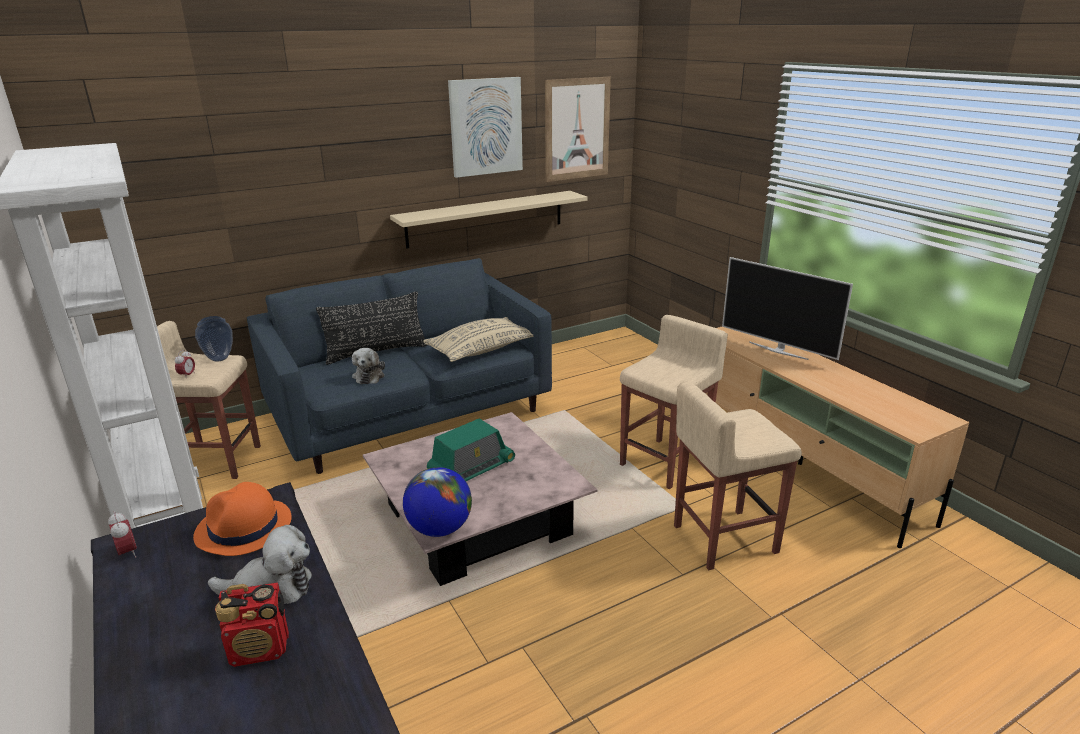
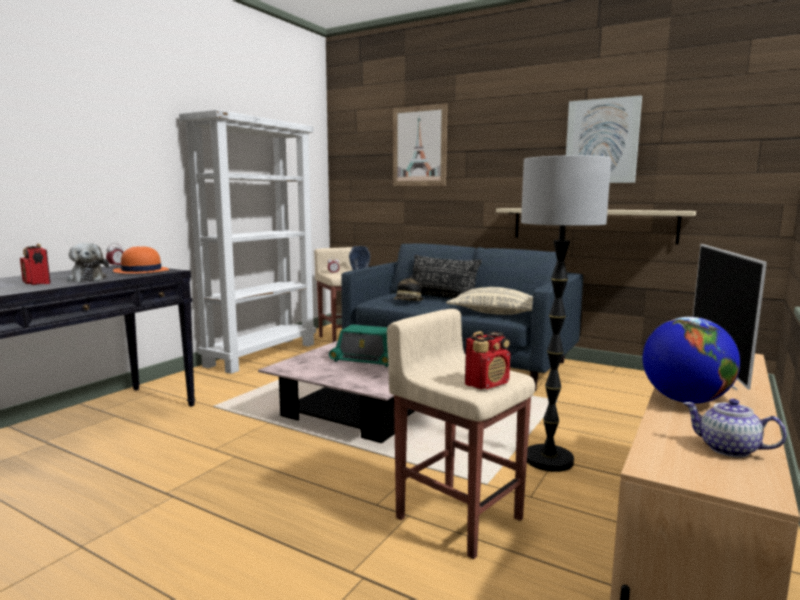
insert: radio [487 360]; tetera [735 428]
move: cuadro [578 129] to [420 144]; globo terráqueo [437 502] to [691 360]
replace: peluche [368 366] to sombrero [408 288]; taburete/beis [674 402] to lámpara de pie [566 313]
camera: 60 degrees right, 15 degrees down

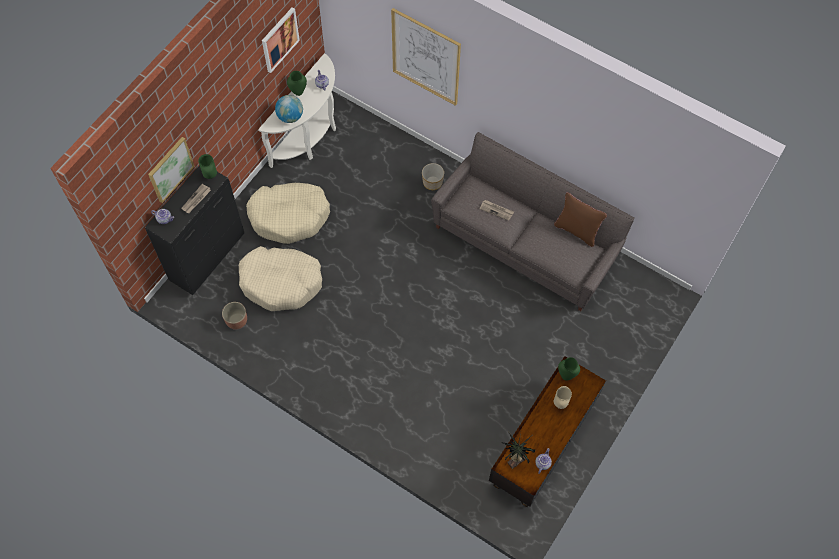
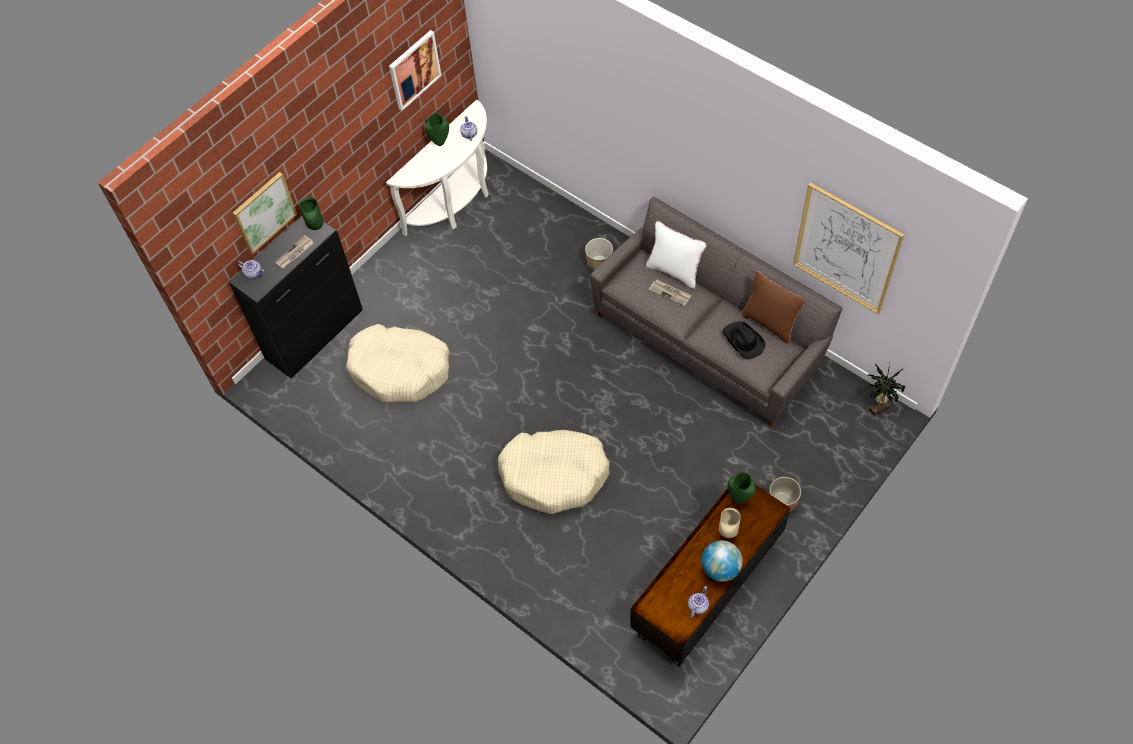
insert: cojín/blanco [676 255]; sombrero/negro [743 341]
move: cama para perro/beis [288 213] to [554 472]; globo terráqueo [289 109] to [722 561]; maceta [234 316] to [785 494]; cuadro [426 57] to [848 248]; planta en maceta [519 450] to [886 390]
camera: 10 degrees right, 5 degrees down

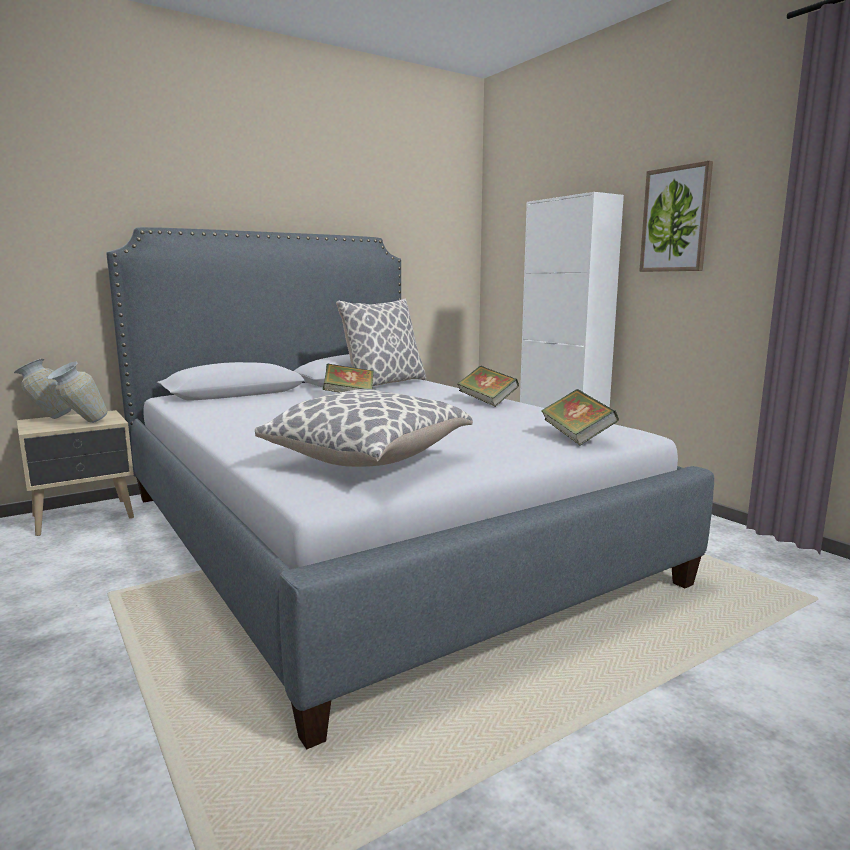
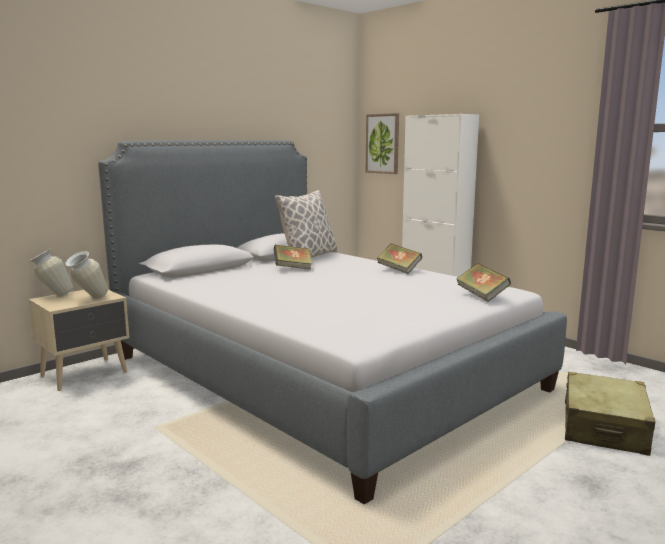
delete: cojín [364 428]
insert: maleta/beis [610 414]
move: cuadro [676 216] to [382 143]
camera: 10 degrees left, 0 degrees up

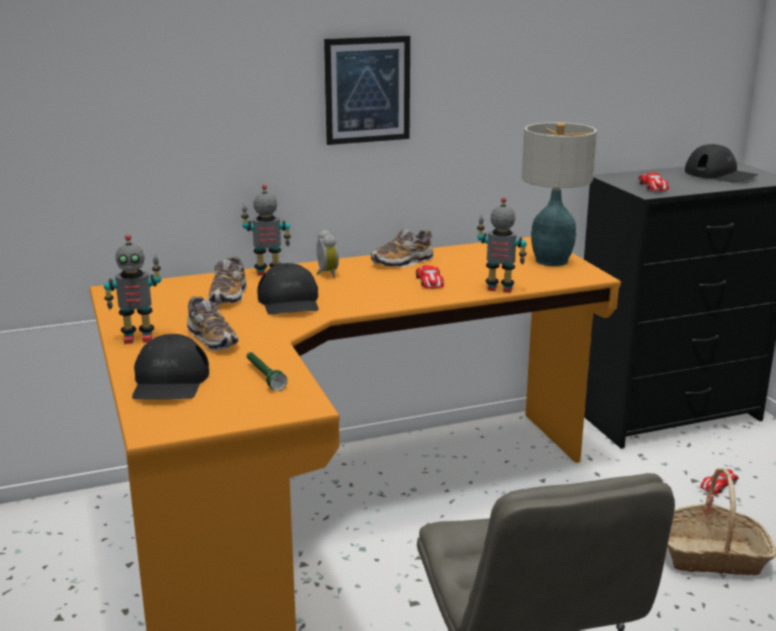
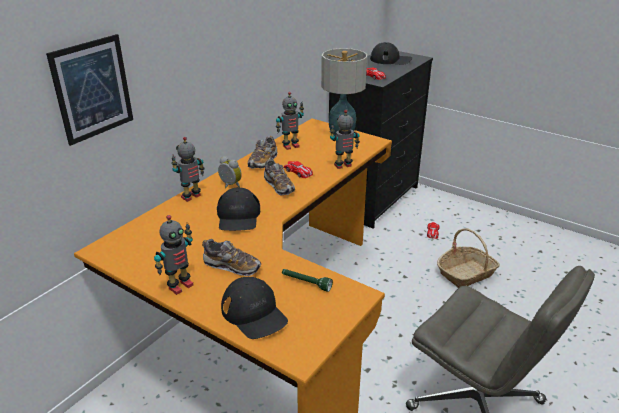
insert: robot de juguete [290 121]
move: cuadro [367 90] to [89 90]; zapato [228 280] to [279 177]
rotate: gorra/negro [288 289] = [238 209] 45 degrees clockwise
camera: 35 degrees left, 10 degrees up

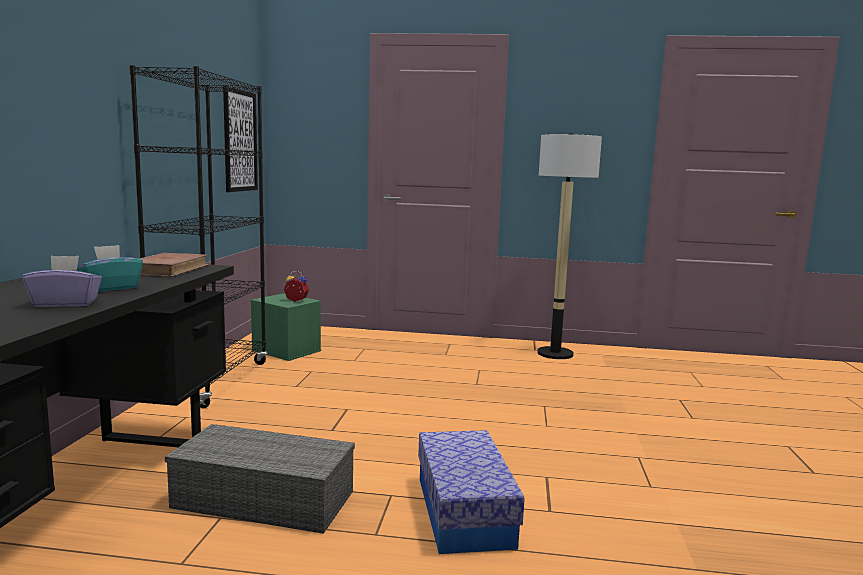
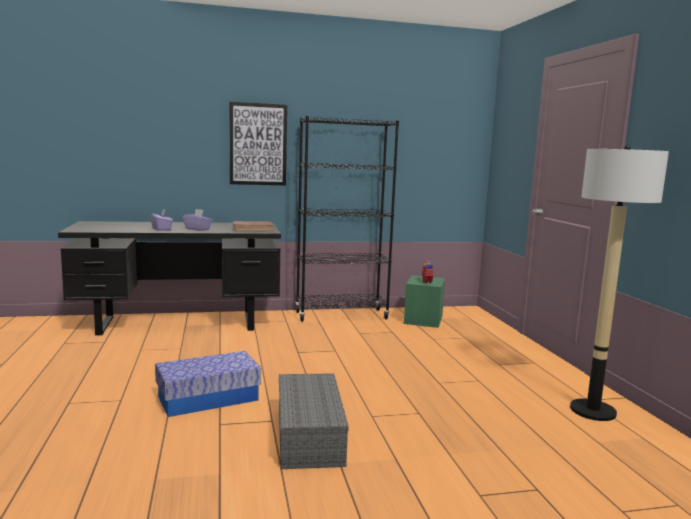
move: cuadro [240 139] to [258 144]; caja de almacenaje/gris [260 479] to [314 421]
recolor: caja de pañuelos/turquesa [110 268] to caja de pañuelos/morado [197 220]
camera: 70 degrees right, 0 degrees up

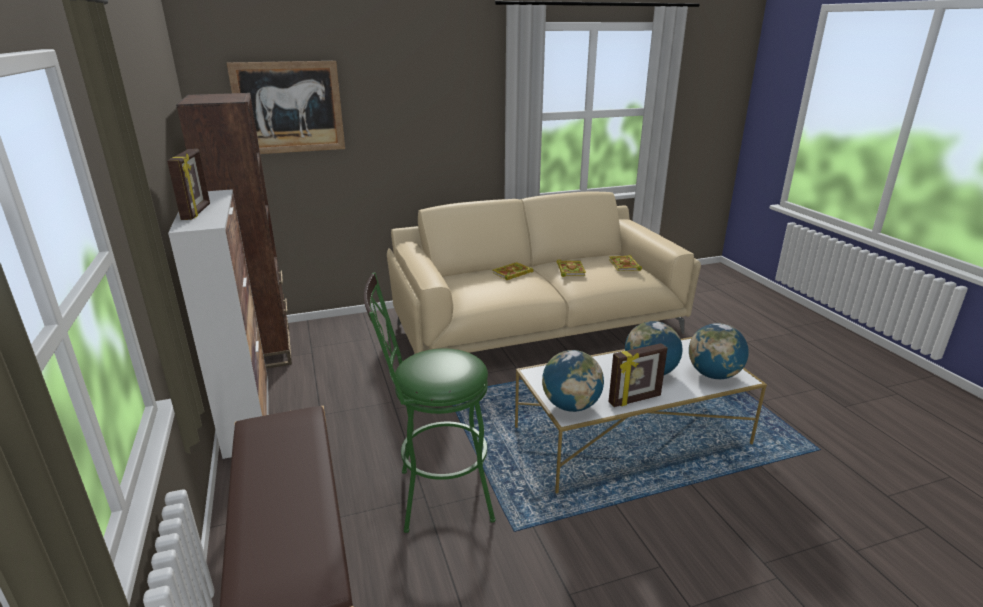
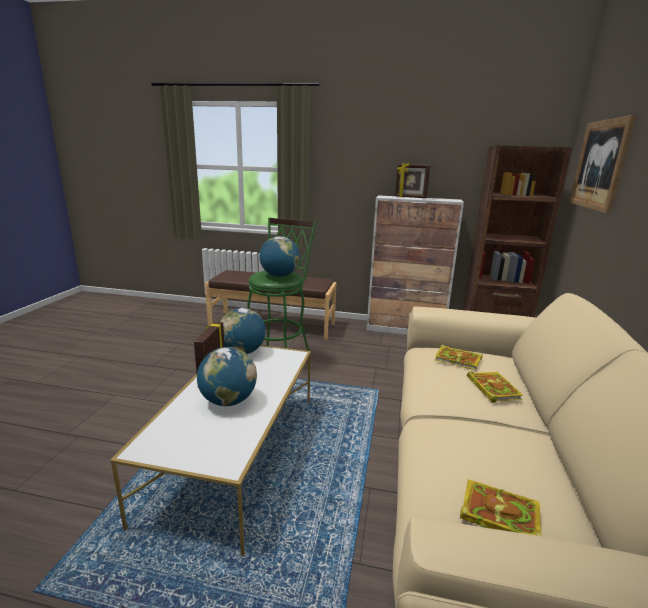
move: globo terráqueo [719 351] to [279 256]; libro [571 268] to [459 357]
camera: 120 degrees right, 5 degrees down

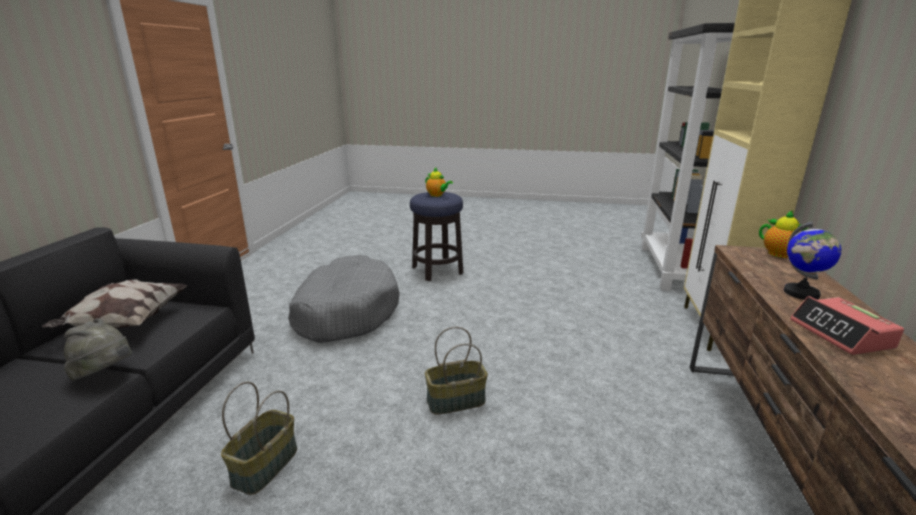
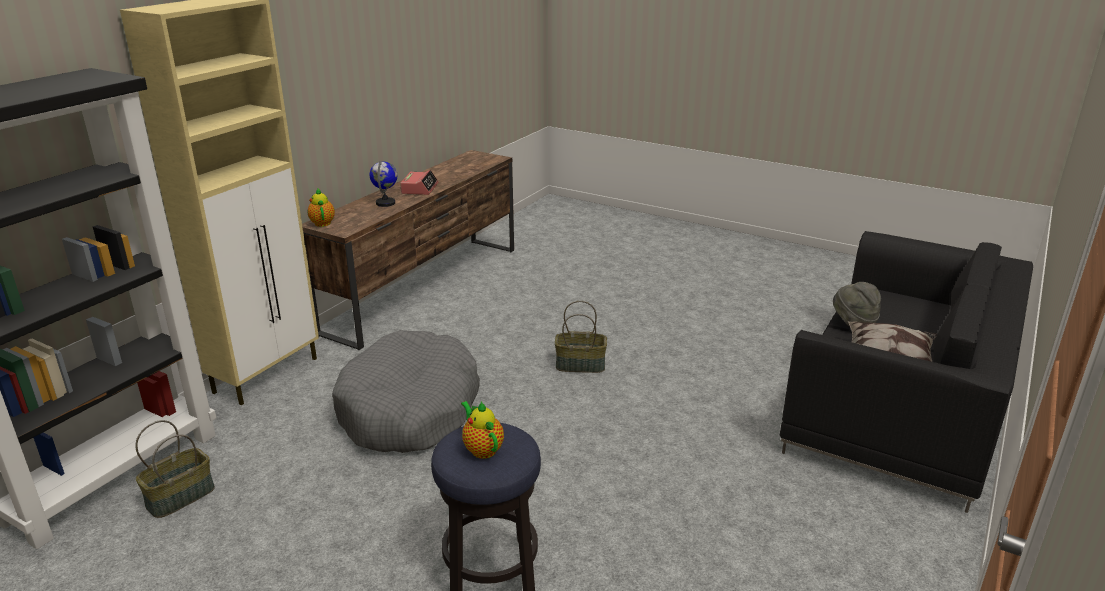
move: cesta [259 438] to [175 469]; cama para perro/gris [344 299] to [406 391]
camera: 160 degrees left, 5 degrees up

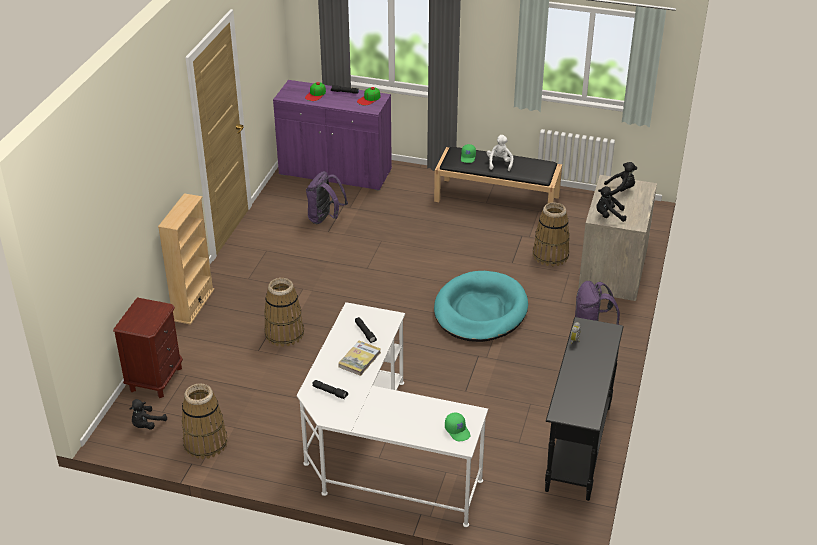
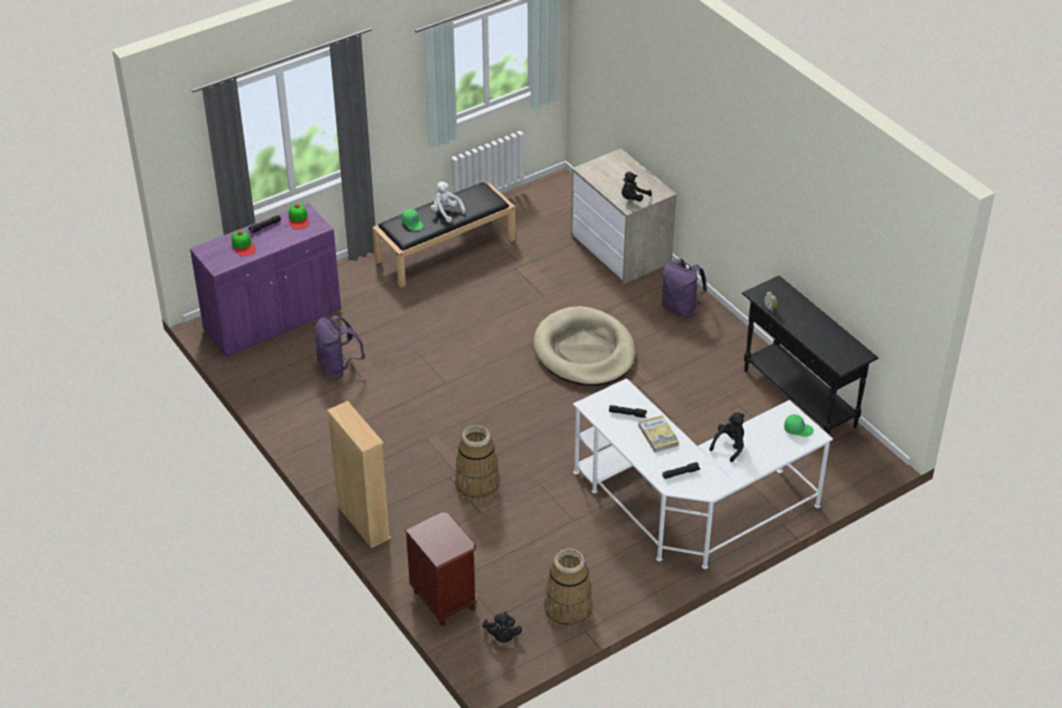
delete: cesta [551 234]
move: peluche/negro [620 179] to [727 437]
recolor: cama para perro/turquesa [481 306] to cama para perro/beis [584 346]
camera: 50 degrees left, 5 degrees up

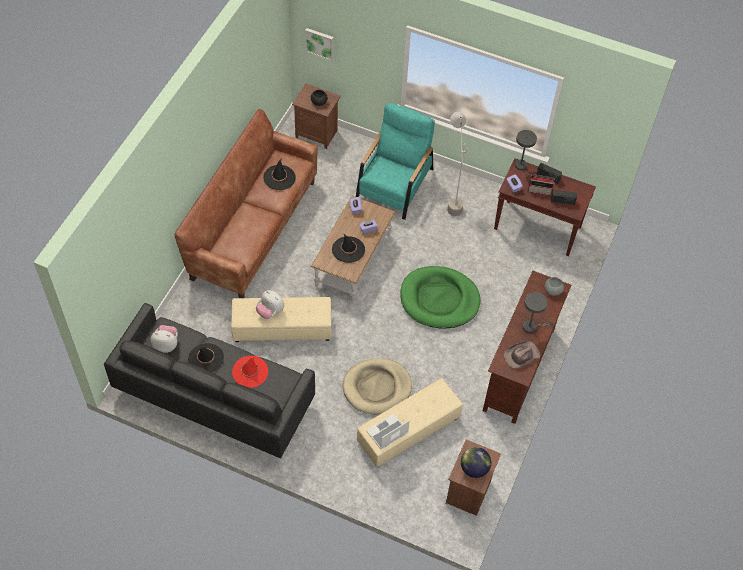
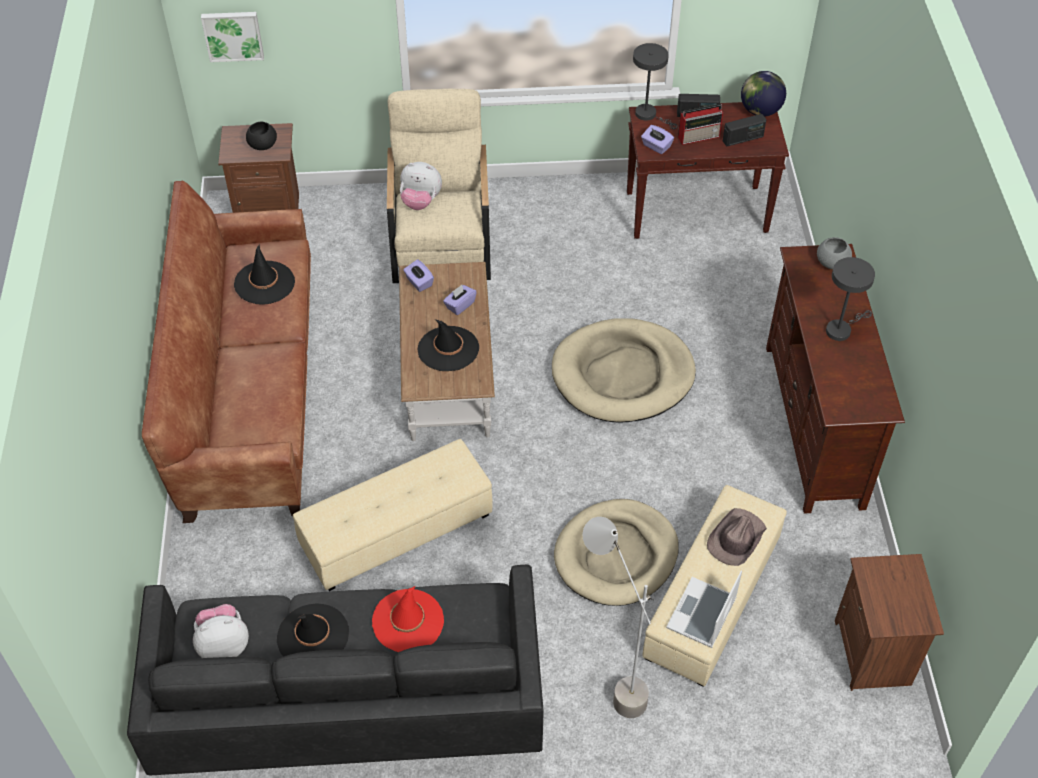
move: peluche [270 304] to [421 186]; lámpara de pie/gris [457 164] to [618 617]; sombrero/marrón [522 355] to [737 537]; globo terráqueo [476 462] to [763 94]
recolor: sillón/turquesa [395 161] to sillón/beis [439 186]; cama para perro/verde [440 297] to cama para perro/beis [624 370]
camera: 25 degrees left, 5 degrees down

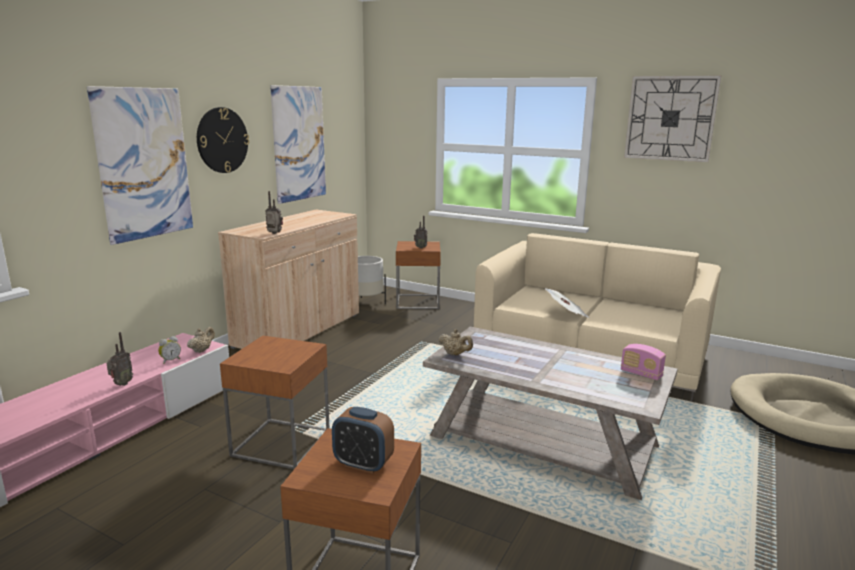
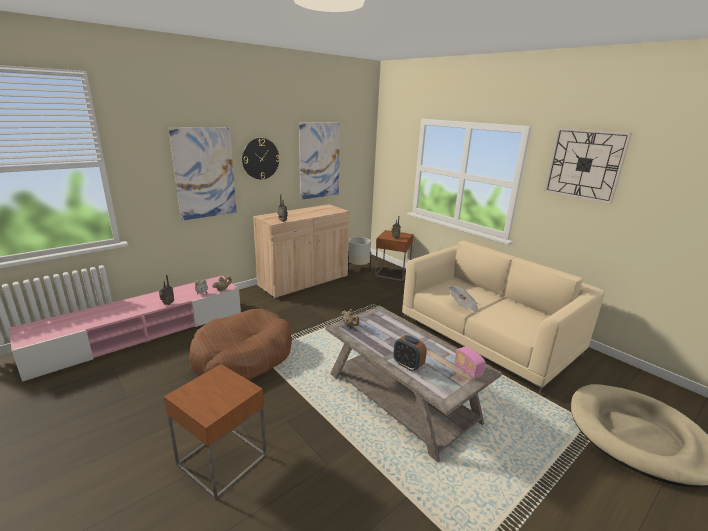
move: despertador [363 440] to [410 353]
replace: mesa auxiliar/marrón [275 402] to cama para perro/marrón [240 344]
camera: 20 degrees right, 5 degrees up

